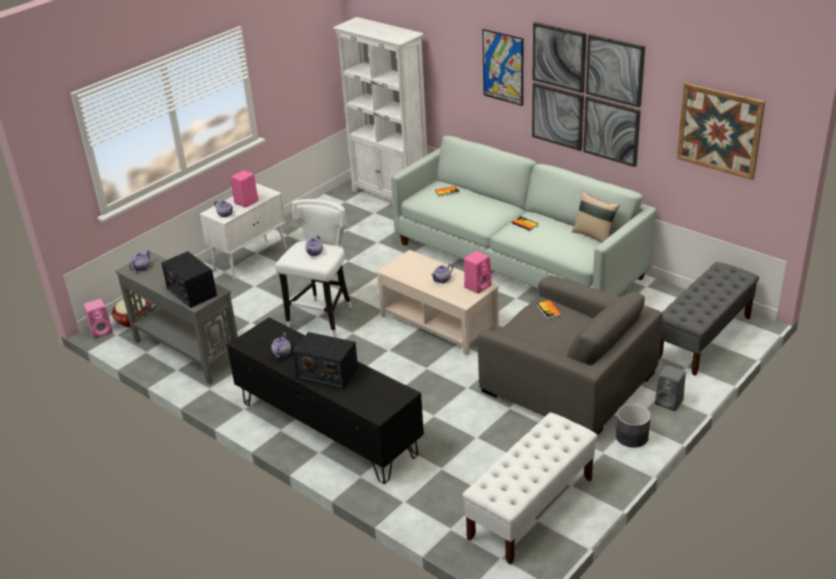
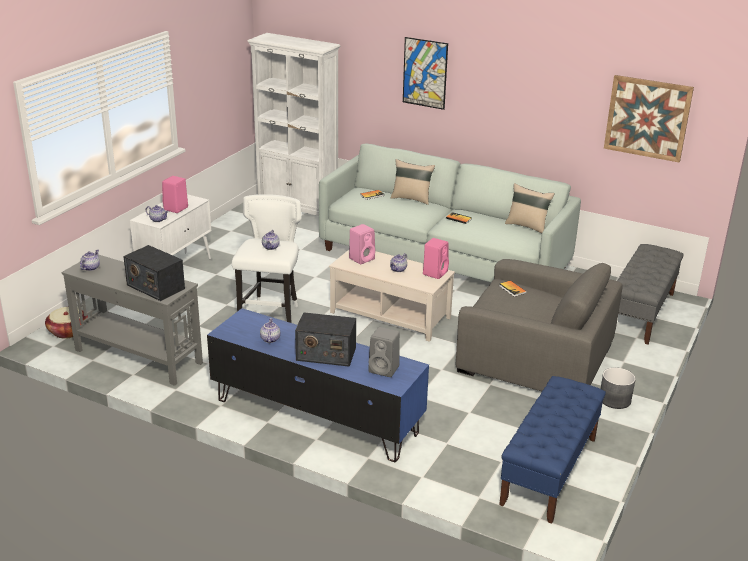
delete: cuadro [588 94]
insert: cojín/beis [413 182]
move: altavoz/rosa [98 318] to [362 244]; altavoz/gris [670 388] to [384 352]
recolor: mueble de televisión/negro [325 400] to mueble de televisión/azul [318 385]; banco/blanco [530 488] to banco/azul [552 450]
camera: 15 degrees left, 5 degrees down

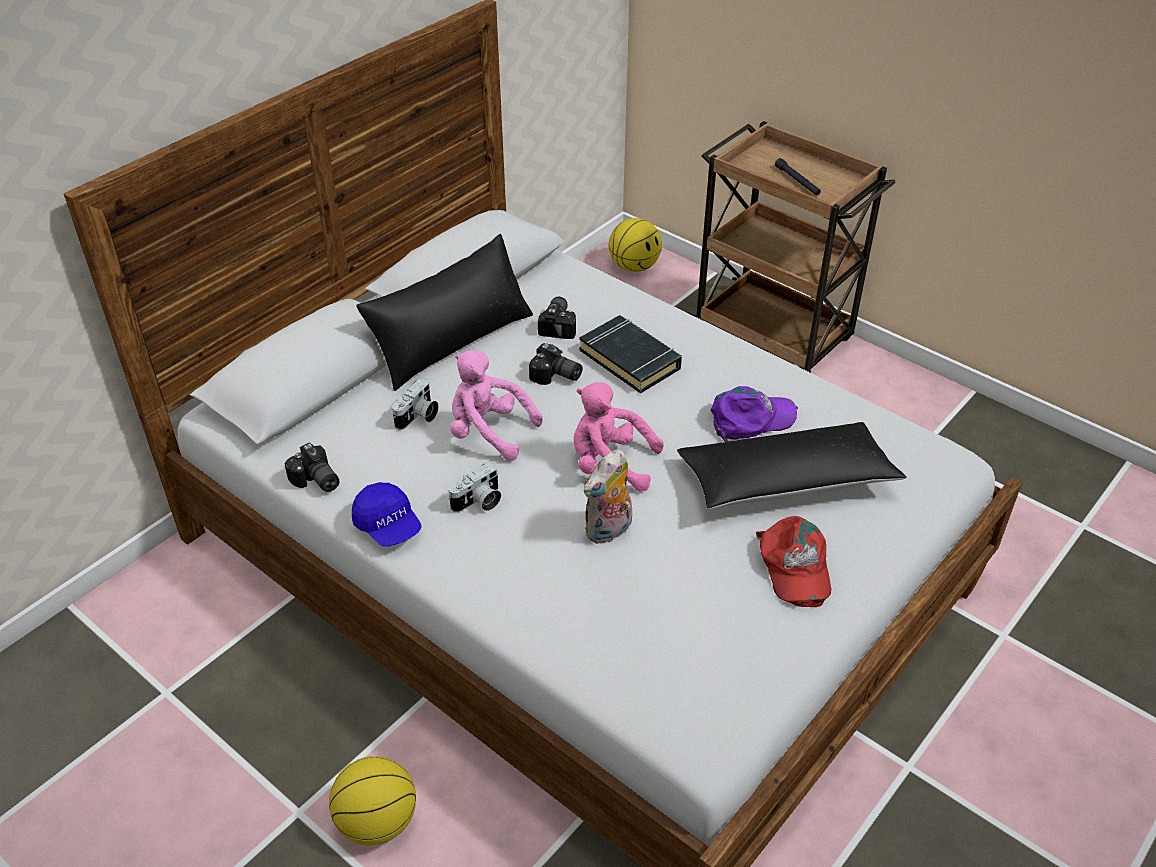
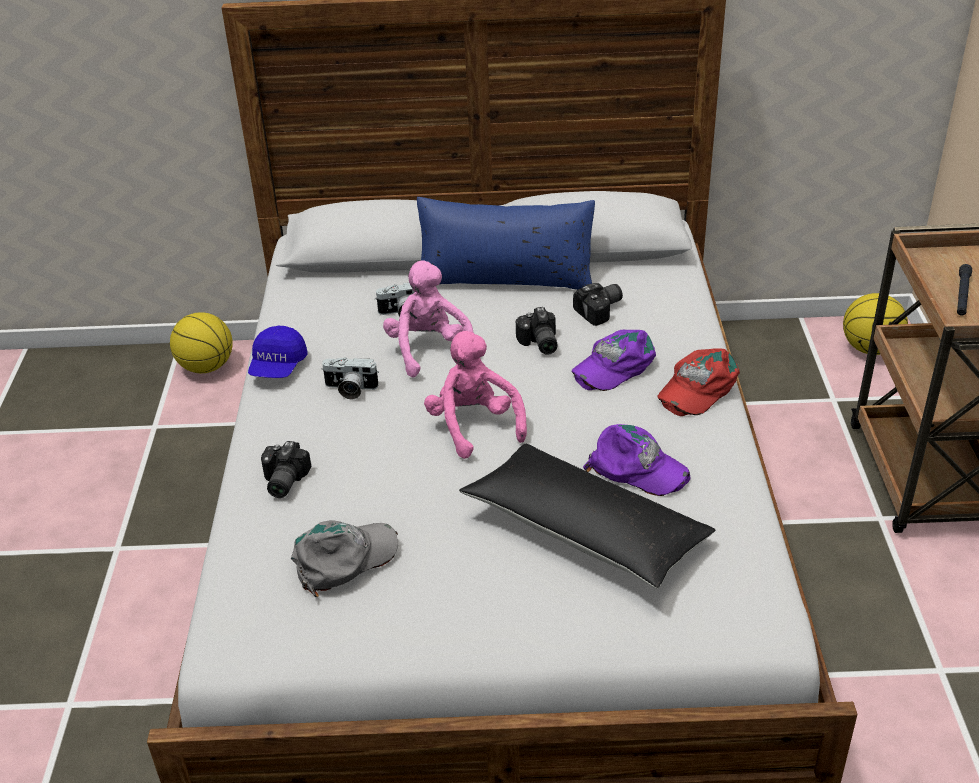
delete: peluche [608 496]
insert: gorra/gris [344 558]
move: balón de baloncesto [372 800] to [201 342]; cámara [312 467] to [286 469]; gorra/rojo [793 561] to [699 382]
replace: libro/negro [630 354] to gorra/morado [614 360]
recolor: cojín/negro [444 312] to cojín/azul [506 243]
camera: 50 degrees right, 5 degrees down

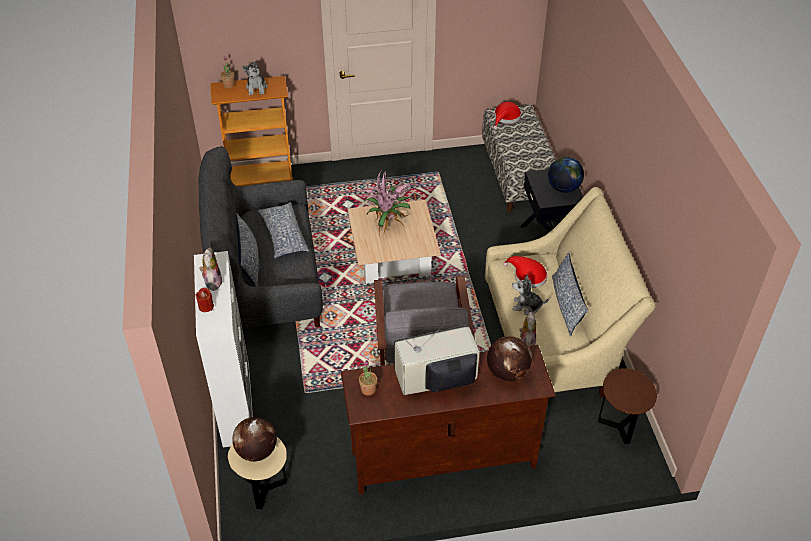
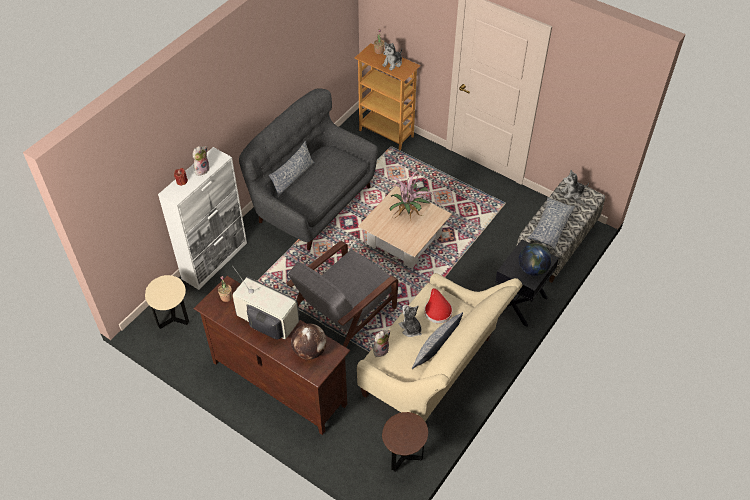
delete: globo terráqueo [254 439]
move: cojín [283 230] to [551 223]
replace: sombrero/rojo [507 116] to peluche [575 184]
camera: 45 degrees right, 5 degrees up

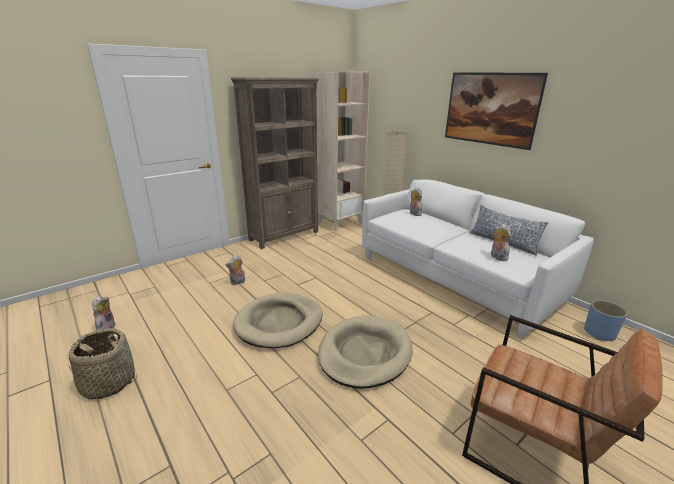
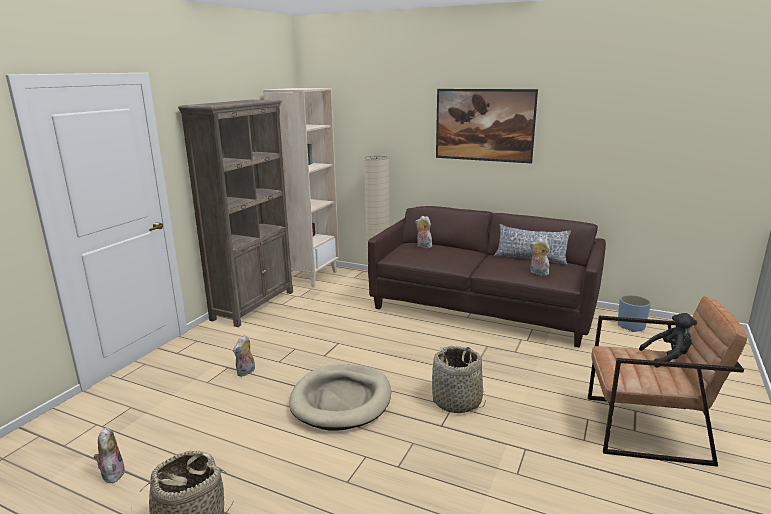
insert: peluche/negro [668 340]
replace: cama para perro/beis [365 352] to cesta [459 379]
recolor: sofá/blanco [478 259] to sofá/marrón [487 277]
camera: 25 degrees left, 5 degrees down

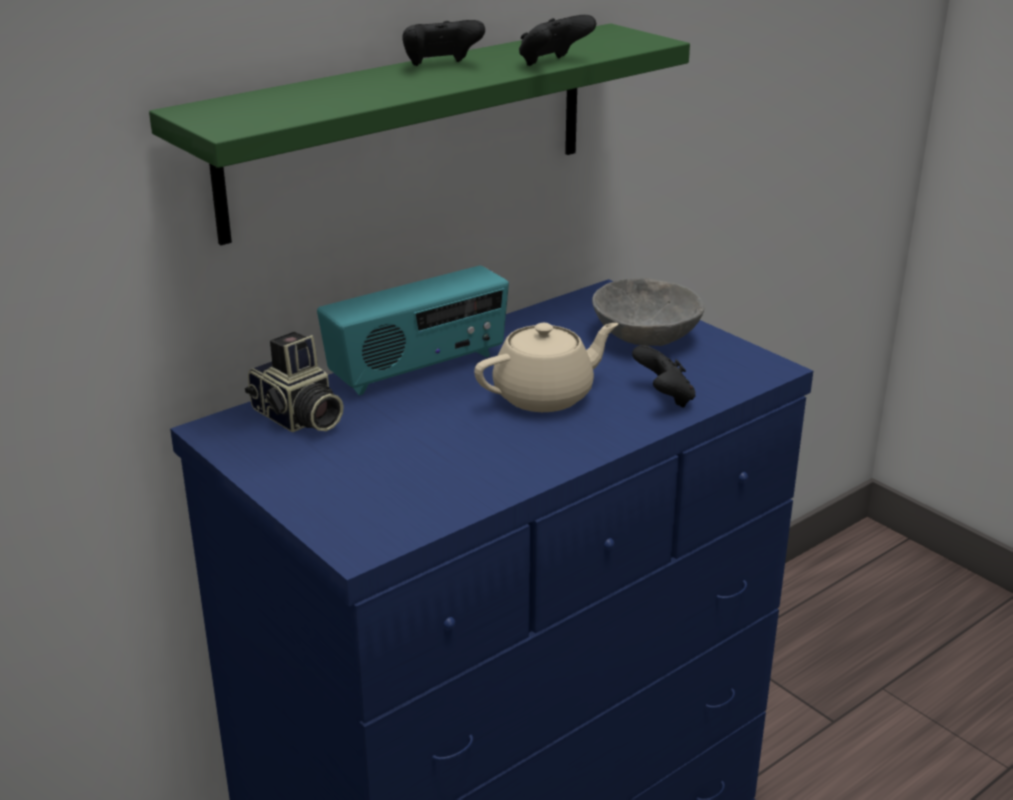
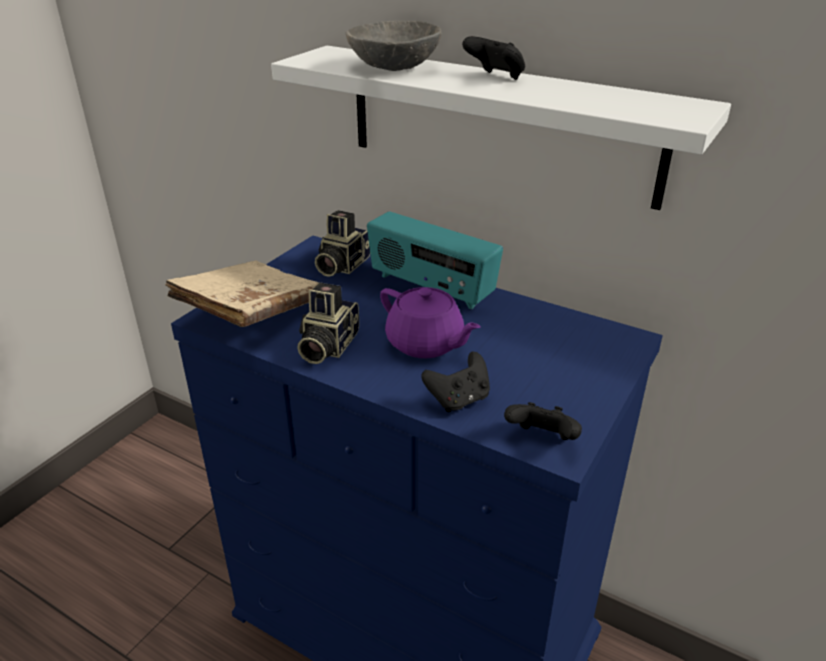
insert: libro/beis [242 293]; cámara [328 323]
move: cuenco/gris [648 312] to [393 45]; mando de consola/negro [557 40] to [543 421]
recolor: estante/verde [419 134] to estante/blanco [501 128]; tetera/beis [546 367] to tetera/morado [430 322]
camera: 70 degrees right, 5 degrees up

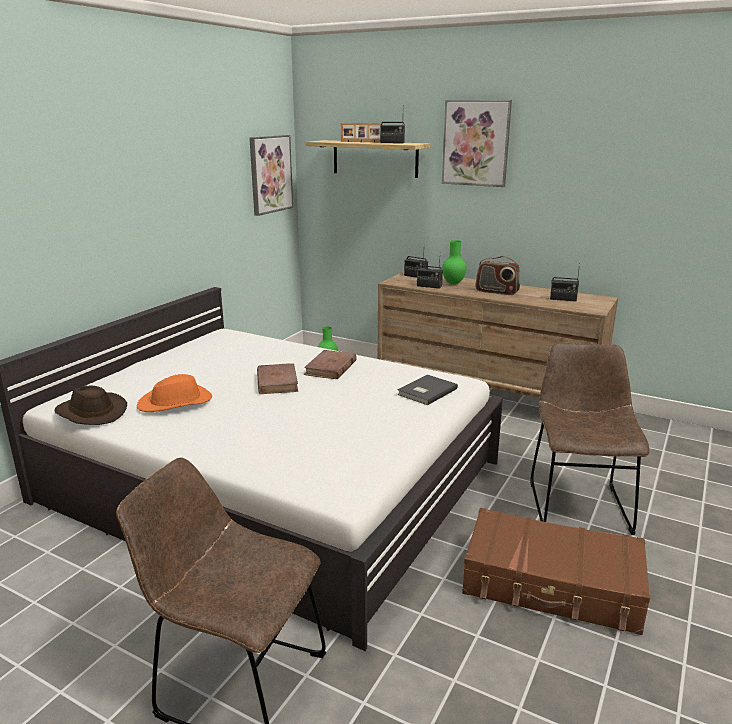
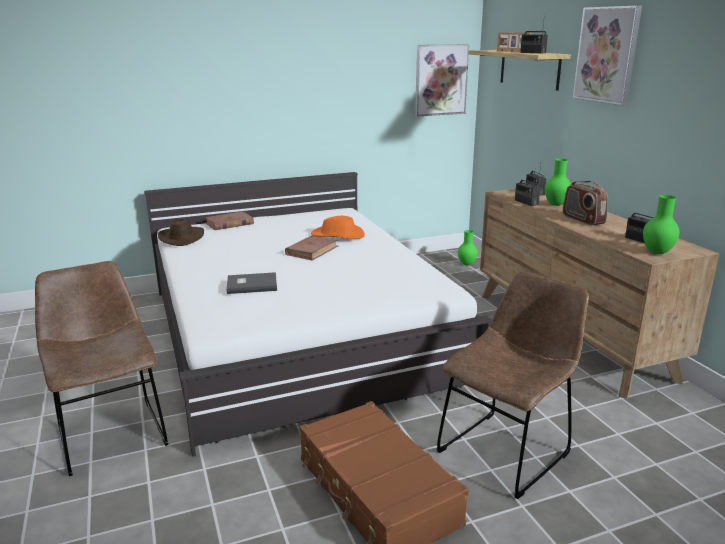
insert: florero/verde [661 224]
move: libro/marrón [330 364] to [229 220]; libro/gris [427 390] to [251 283]; sombrero/naranja [174 393] to [338 227]
camera: 40 degrees right, 0 degrees up

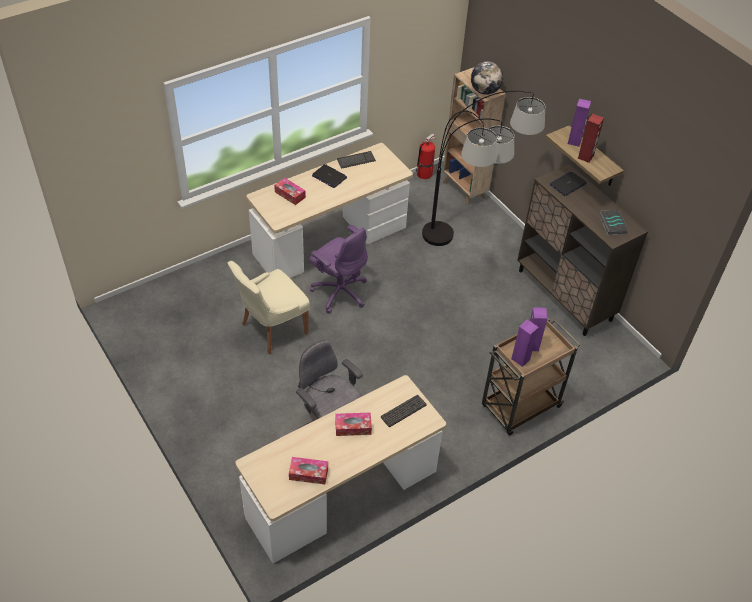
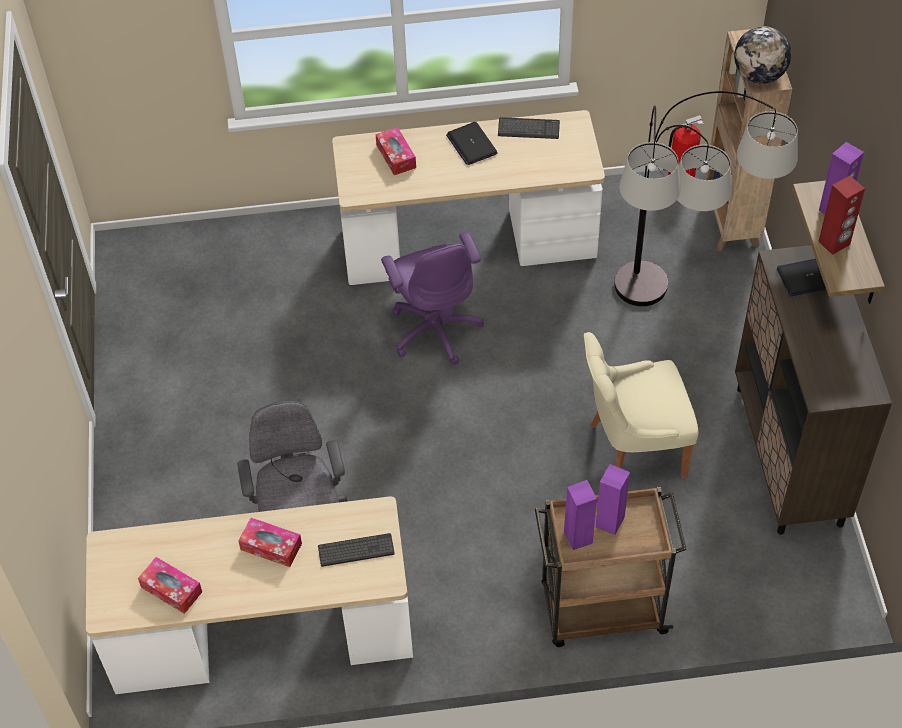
delete: libro [613 222]
move: silla/beis [268 307] to [641 405]
camera: 30 degrees right, 5 degrees up

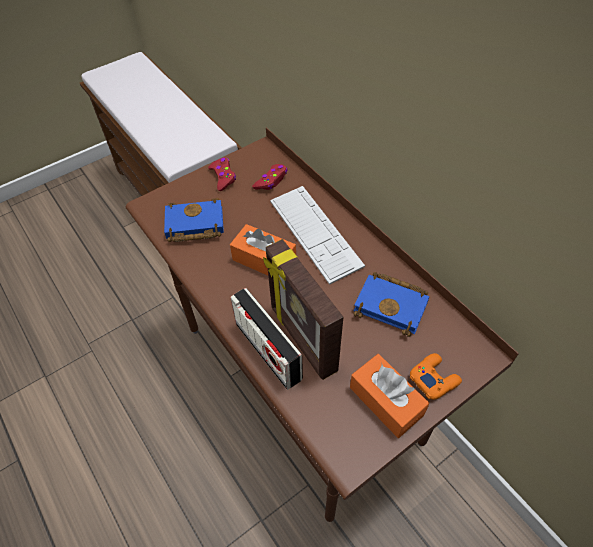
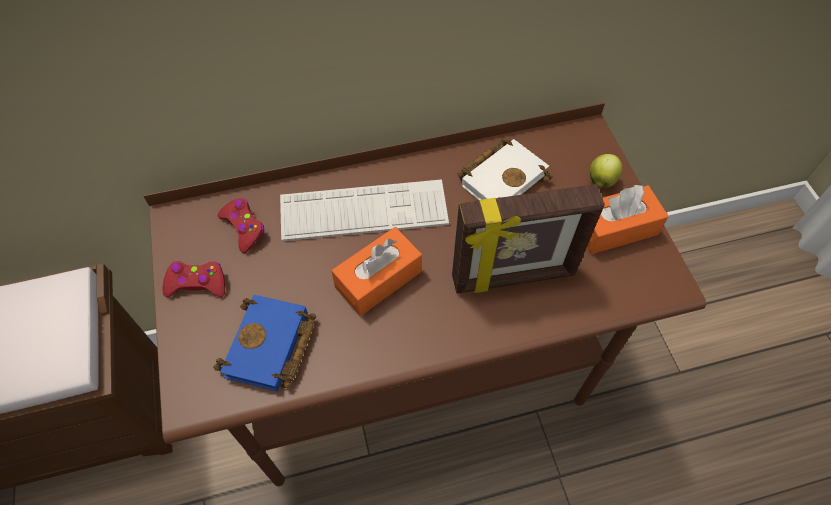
delete: radio [266 339]
replace: mando de consola/naranja [436 376] to manzana [606 171]
recolor: libro/azul [391 304] to libro/blanco [505 169]
camera: 70 degrees left, 5 degrees up

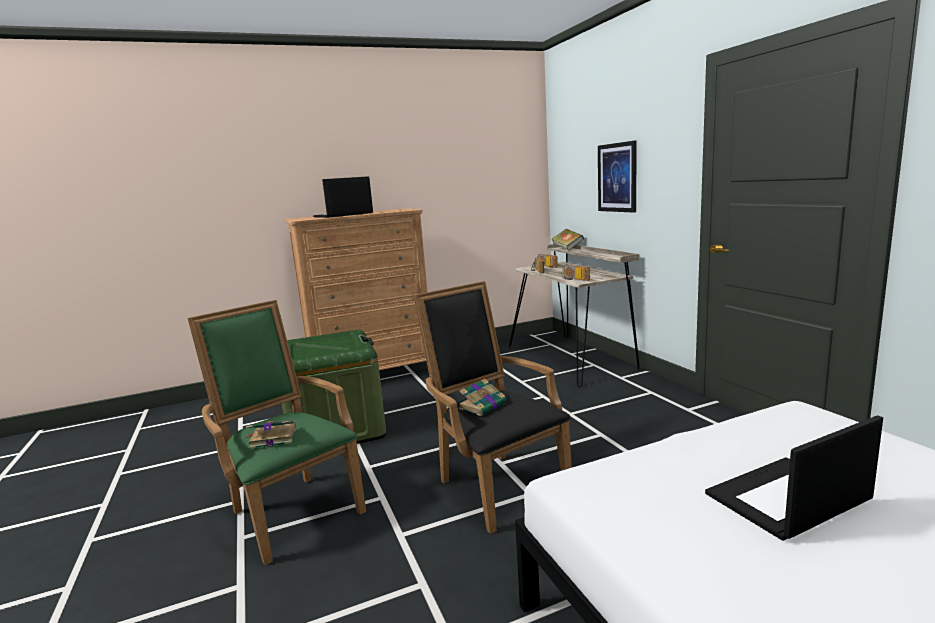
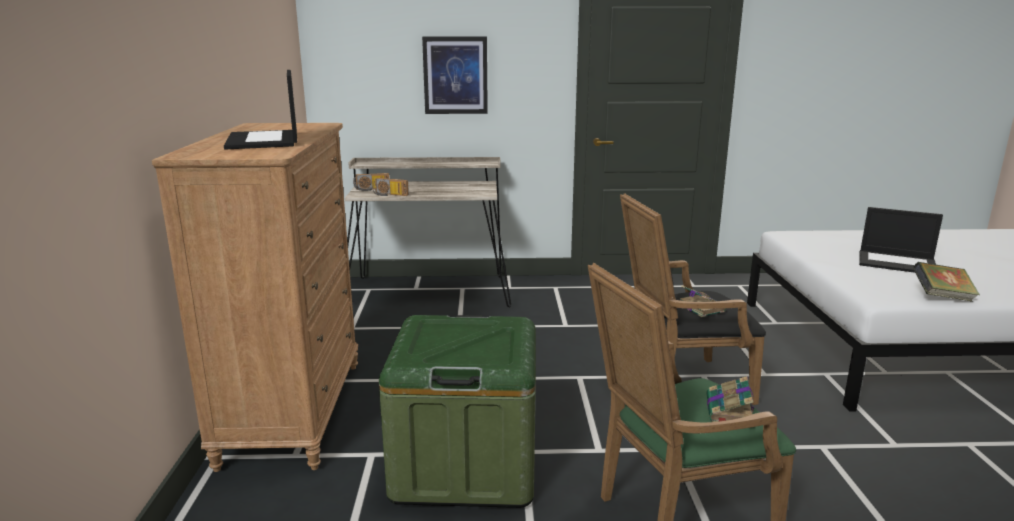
delete: radio [576 273]
move: libro [568 239] to [946 282]
rotate: portátil [794 478] = [901 240] 60 degrees counterclockwise
camera: 70 degrees left, 5 degrees up

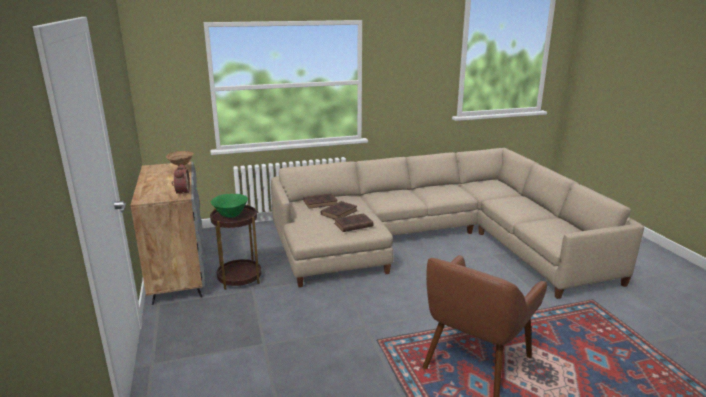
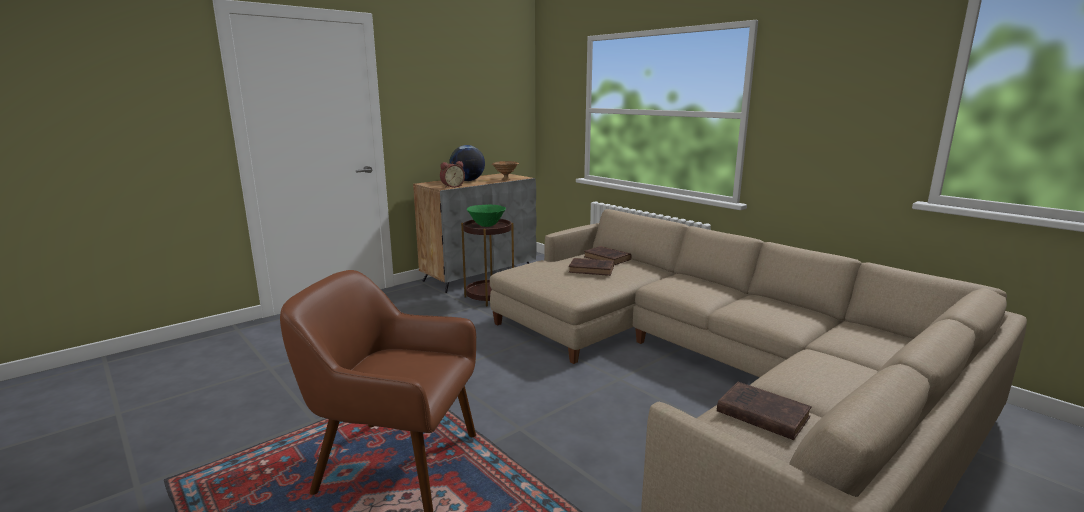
insert: globo terráqueo [467 163]
move: libro/marrón [354 222] to [764 411]
camera: 65 degrees right, 5 degrees down

